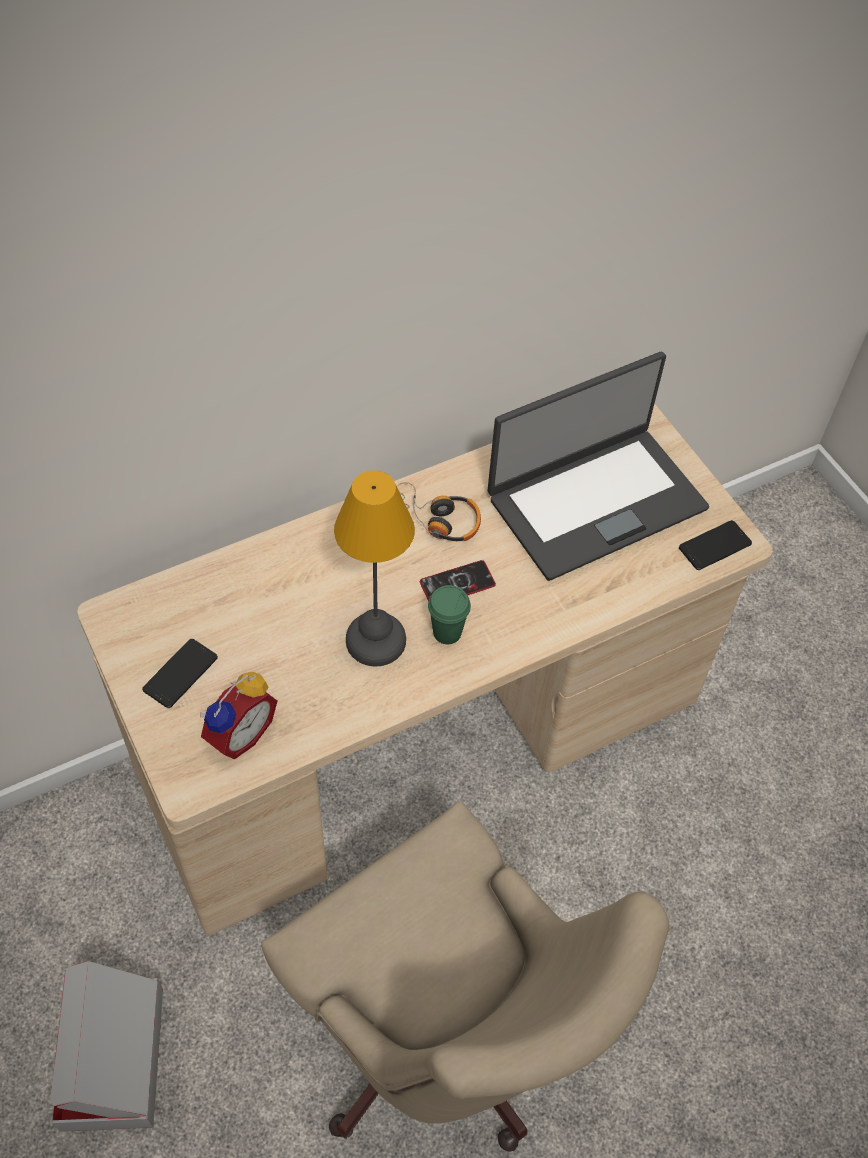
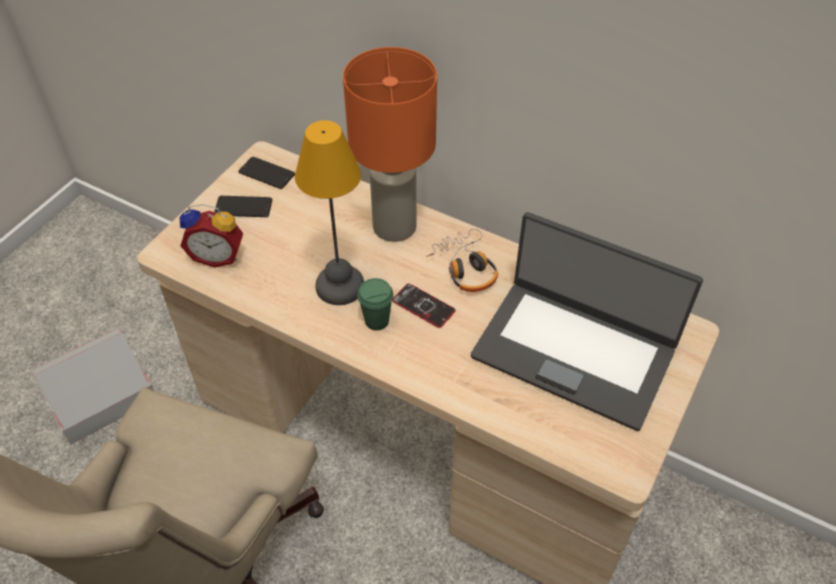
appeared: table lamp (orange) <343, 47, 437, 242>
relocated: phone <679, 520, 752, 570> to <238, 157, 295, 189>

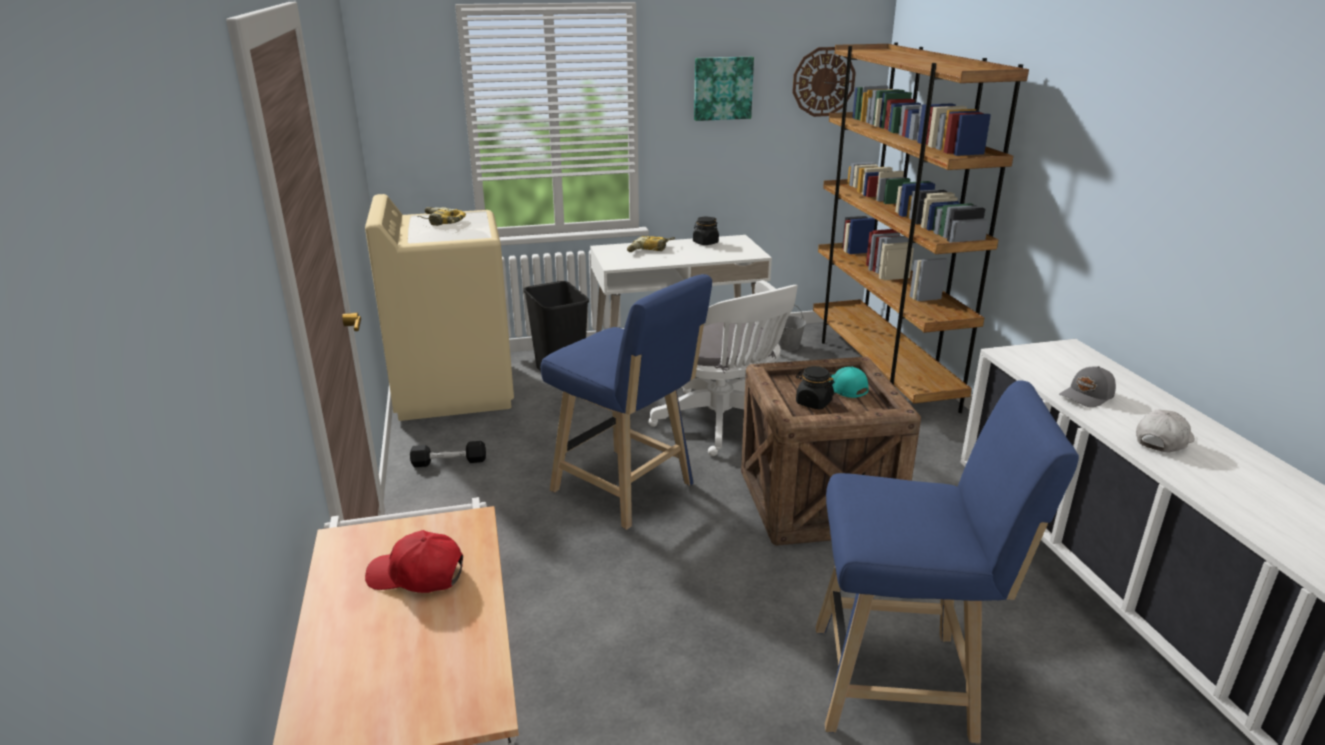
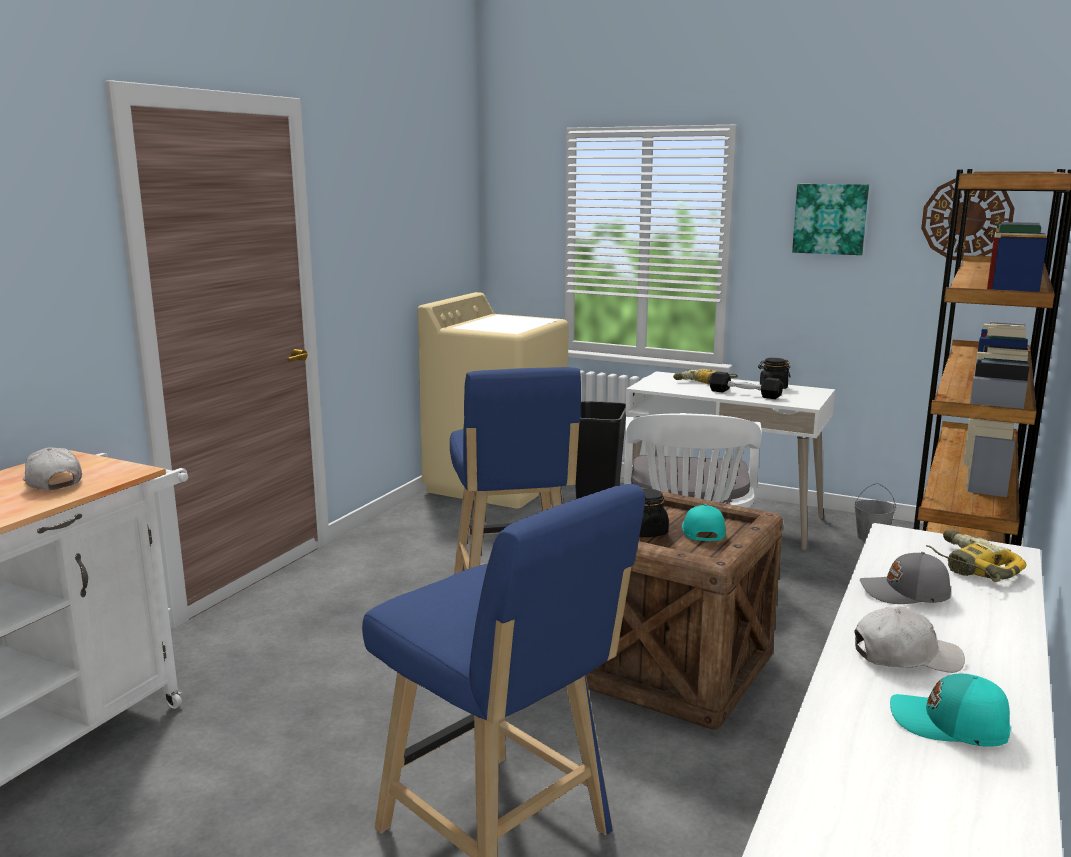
appeared: cap (turquoise) <890, 674, 1011, 747>
relocated: power drill <417, 207, 466, 226> to <926, 529, 1027, 582>; dumbbell (black) <410, 441, 486, 467> to <709, 371, 783, 399>
colour: cap (red) <365, 530, 463, 593> to cap (white) <23, 447, 82, 491>

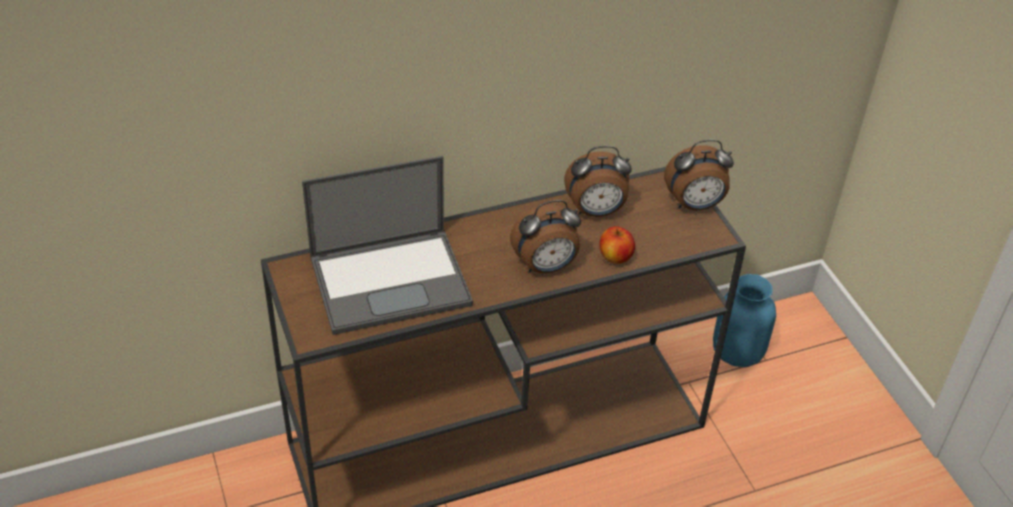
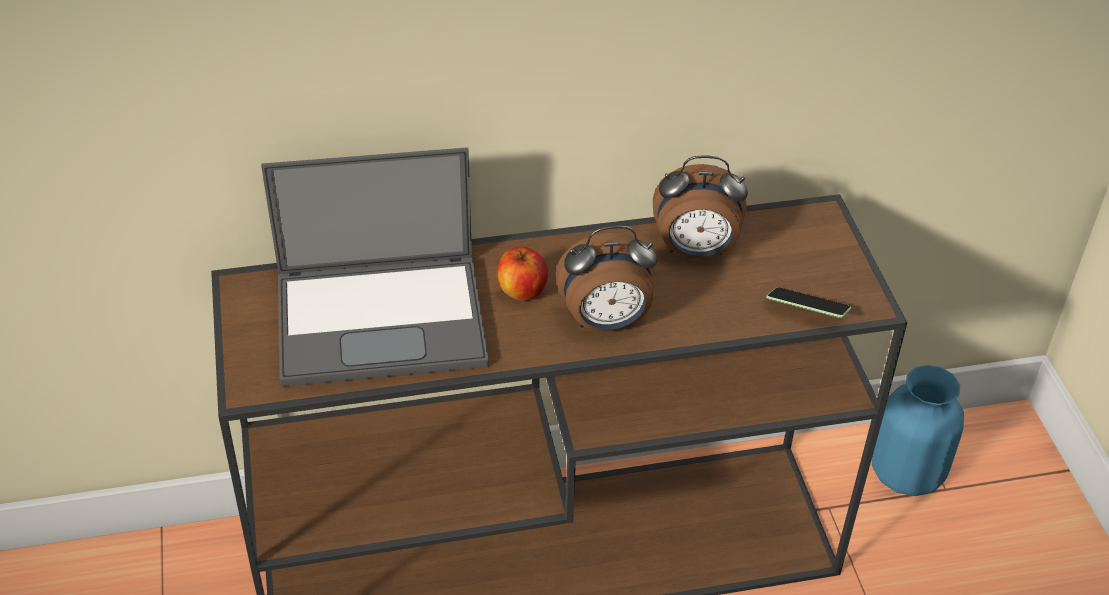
missing: alarm clock <664, 140, 734, 210>
appeared: phone <766, 287, 851, 318>
relocated: apple <599, 226, 635, 264> to <497, 247, 548, 301>

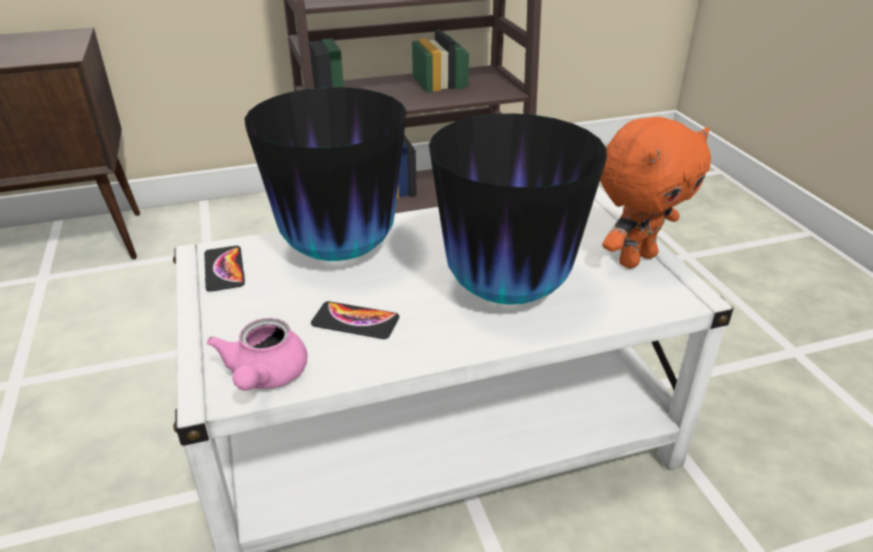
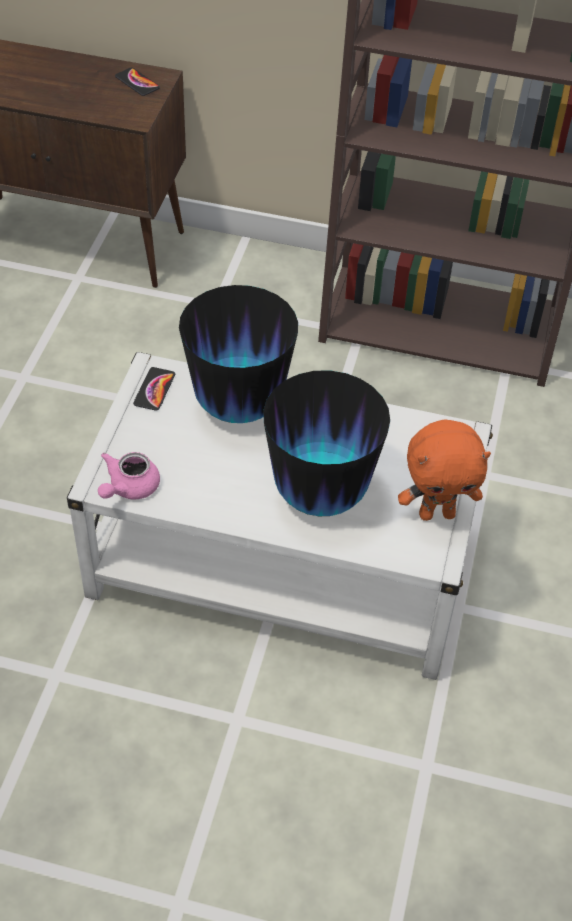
relocated: phone <311, 301, 399, 339> to <115, 67, 160, 96>

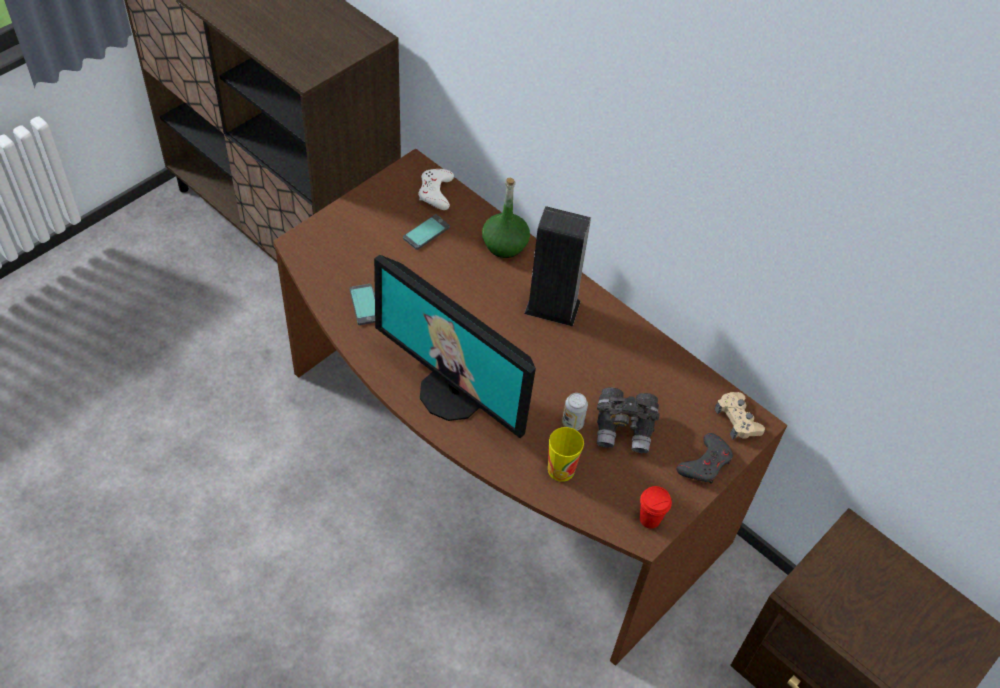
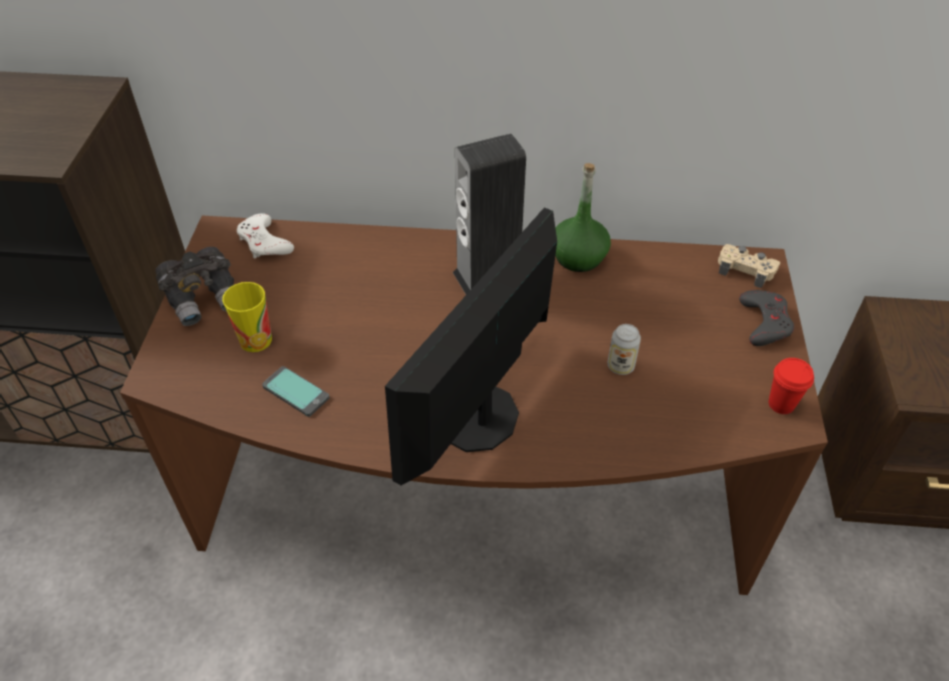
missing: phone <403, 215, 450, 250>
relocated: bottle (green) <482, 178, 530, 258> to <555, 163, 611, 272>; binoculars (grey) <597, 387, 660, 453> to <155, 247, 234, 326>; cup <548, 427, 584, 482> to <222, 282, 272, 352>
spun: monitor <374, 255, 536, 438> = <385, 207, 557, 485> 120 degrees clockwise

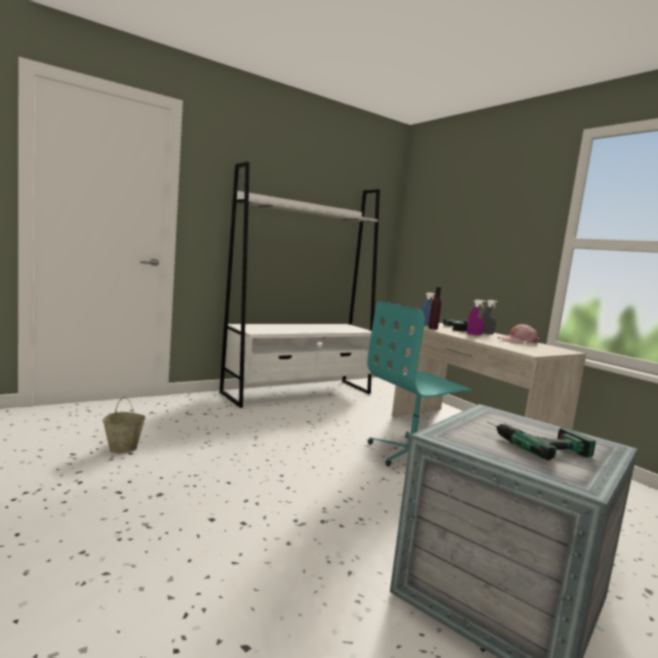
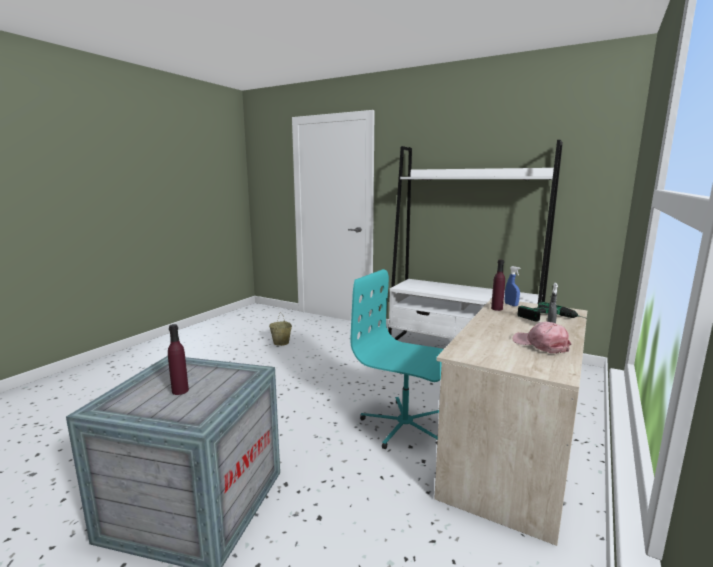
missing: spray bottle (purple) <467, 299, 485, 336>
exchanged: power drill <487, 422, 596, 460> to bottle (purple) <168, 324, 189, 395>

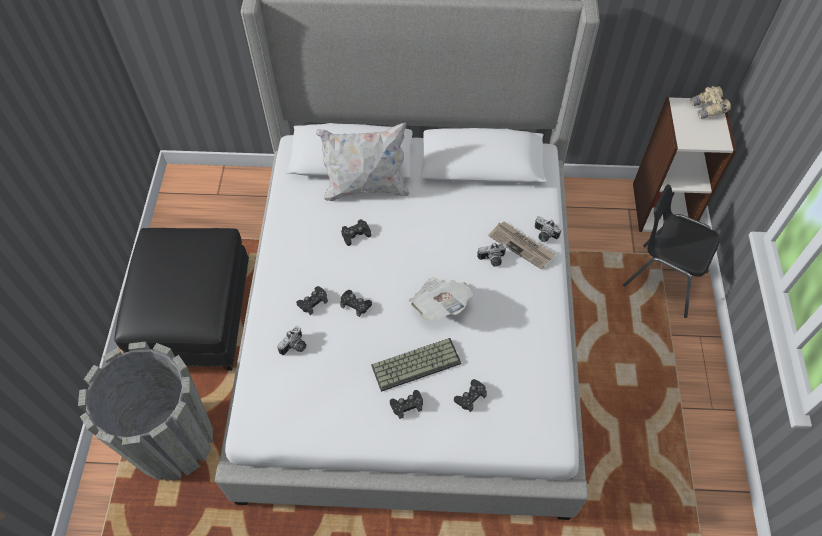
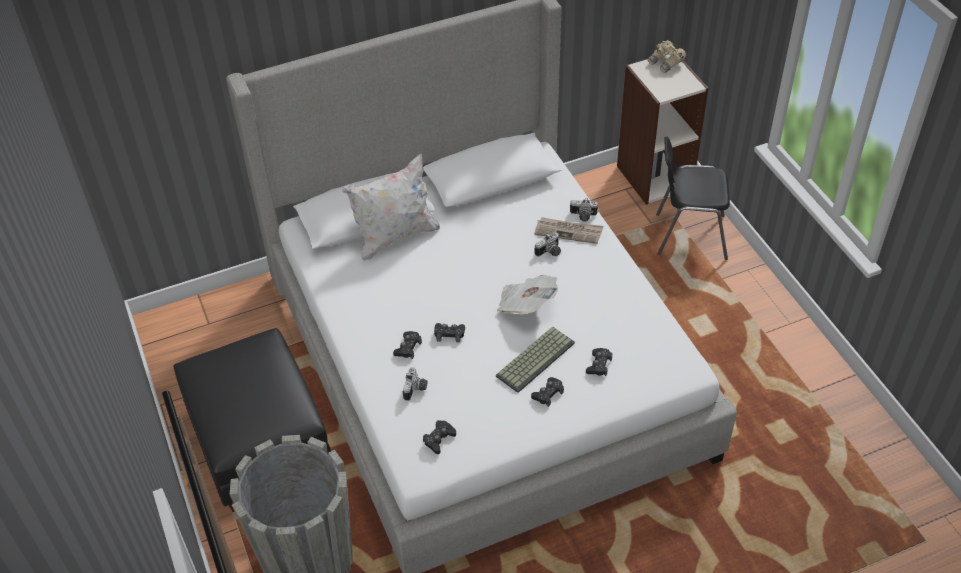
relocated: game controller (black) <341, 219, 371, 246> to <423, 420, 456, 454>

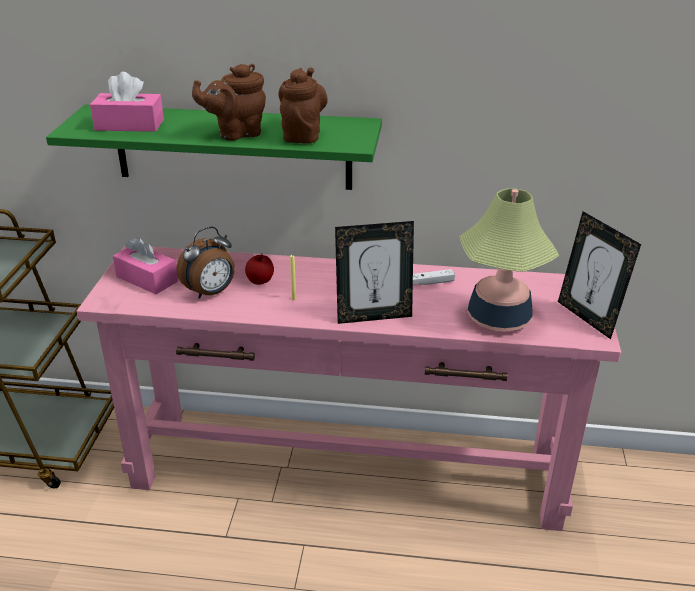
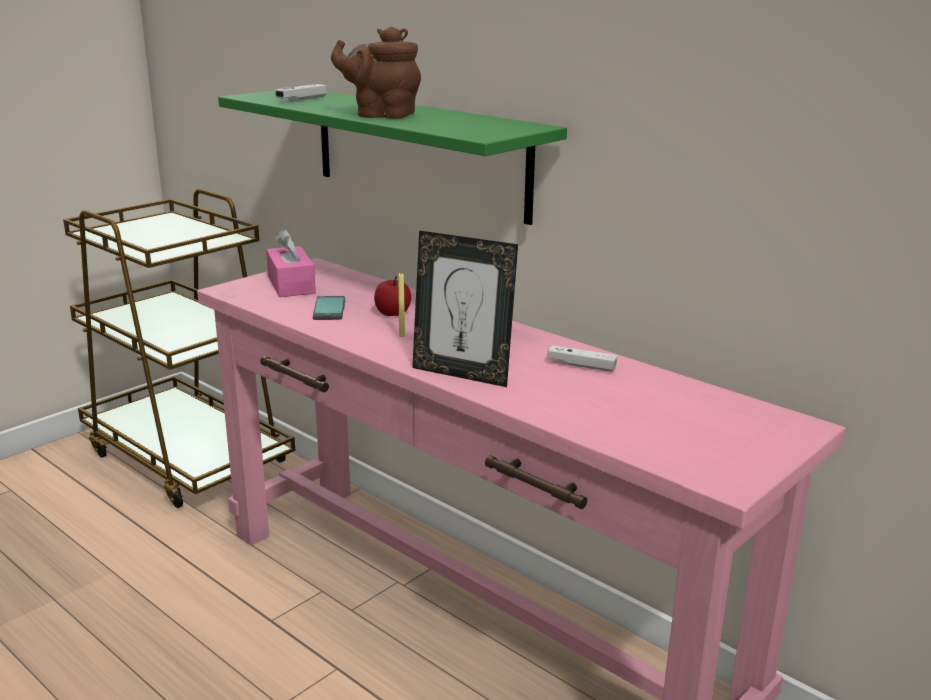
missing: teapot (brown) <278, 67, 328, 144>; table lamp <459, 188, 559, 331>; picture frame <558, 211, 641, 339>
exchanged: tissue box (pink) <90, 72, 164, 132> to game controller (white) <275, 84, 326, 101>; alarm clock <177, 227, 235, 299> to phone <313, 296, 346, 320>

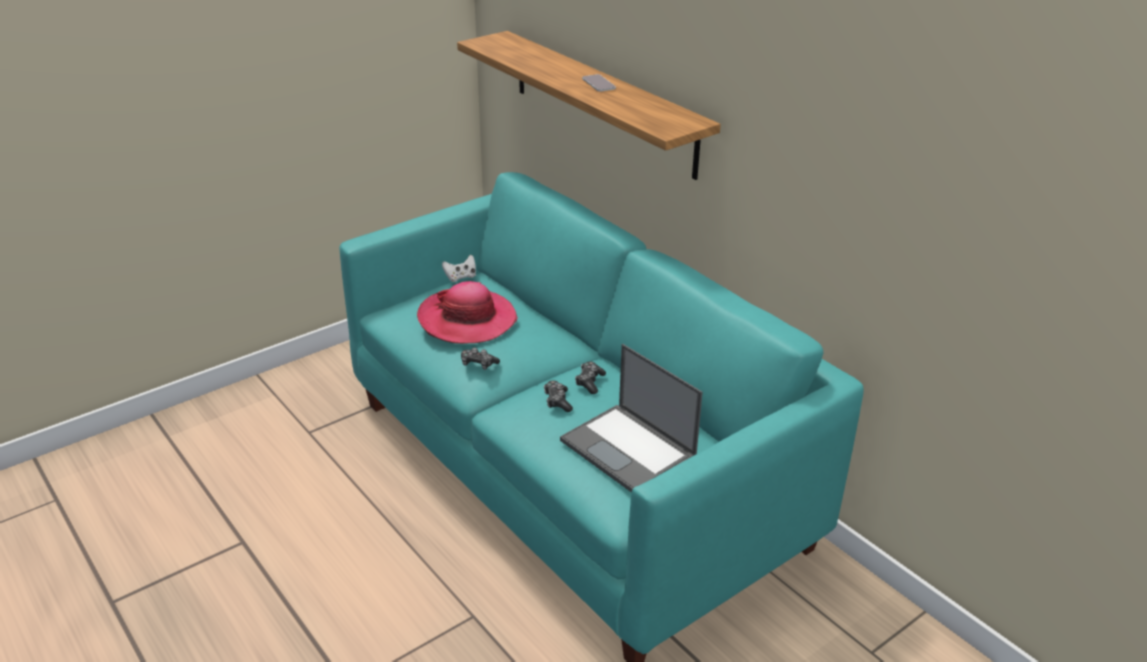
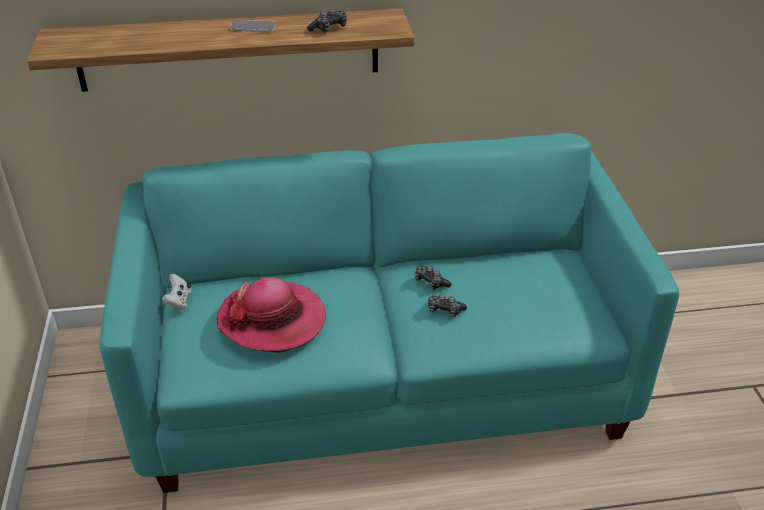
missing: laptop <560, 344, 703, 493>
relocated: game controller <461, 347, 500, 370> to <307, 10, 347, 33>

